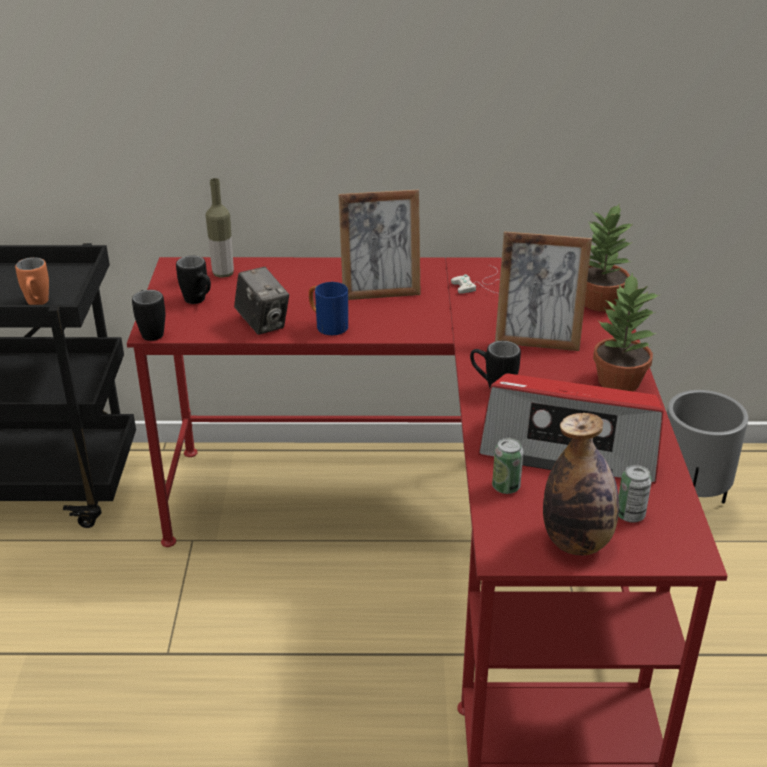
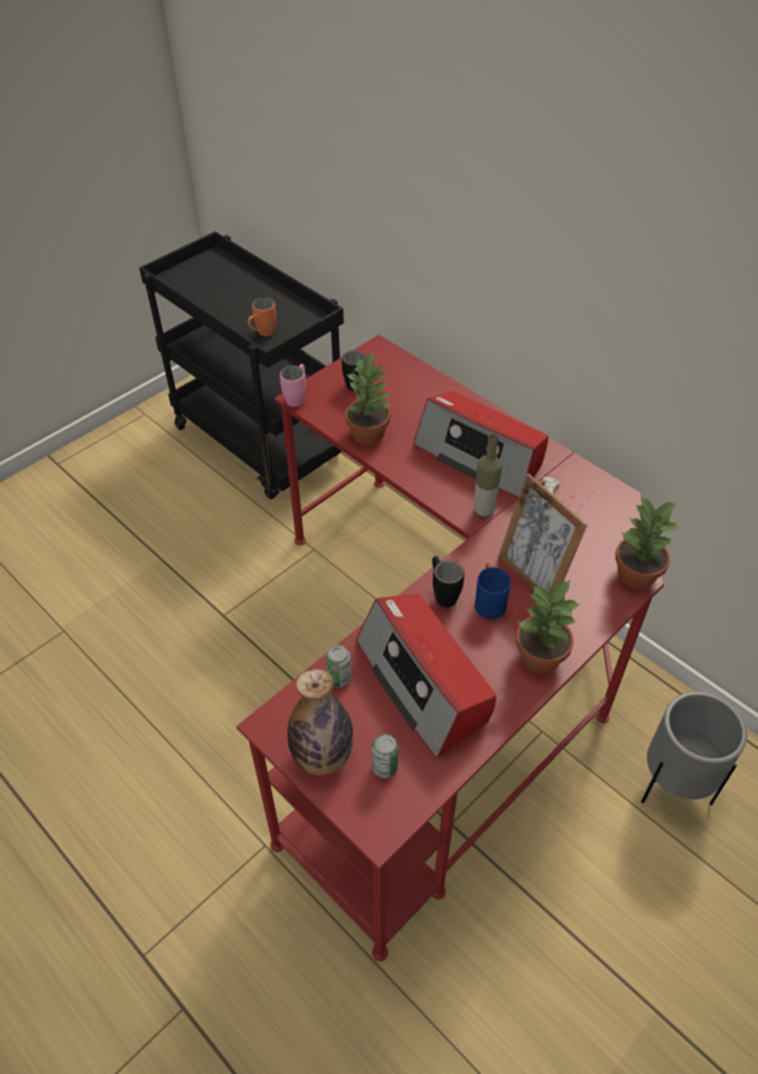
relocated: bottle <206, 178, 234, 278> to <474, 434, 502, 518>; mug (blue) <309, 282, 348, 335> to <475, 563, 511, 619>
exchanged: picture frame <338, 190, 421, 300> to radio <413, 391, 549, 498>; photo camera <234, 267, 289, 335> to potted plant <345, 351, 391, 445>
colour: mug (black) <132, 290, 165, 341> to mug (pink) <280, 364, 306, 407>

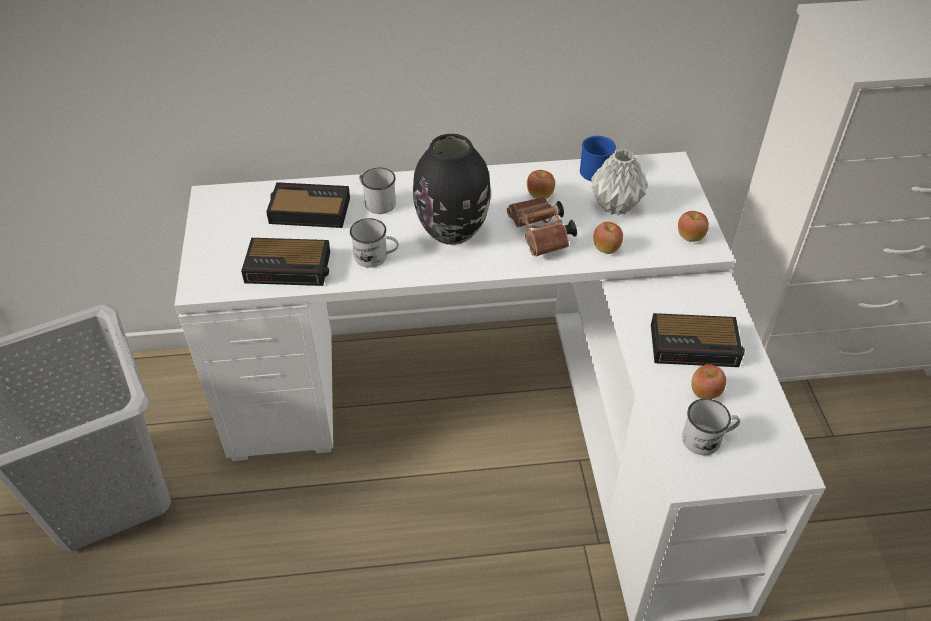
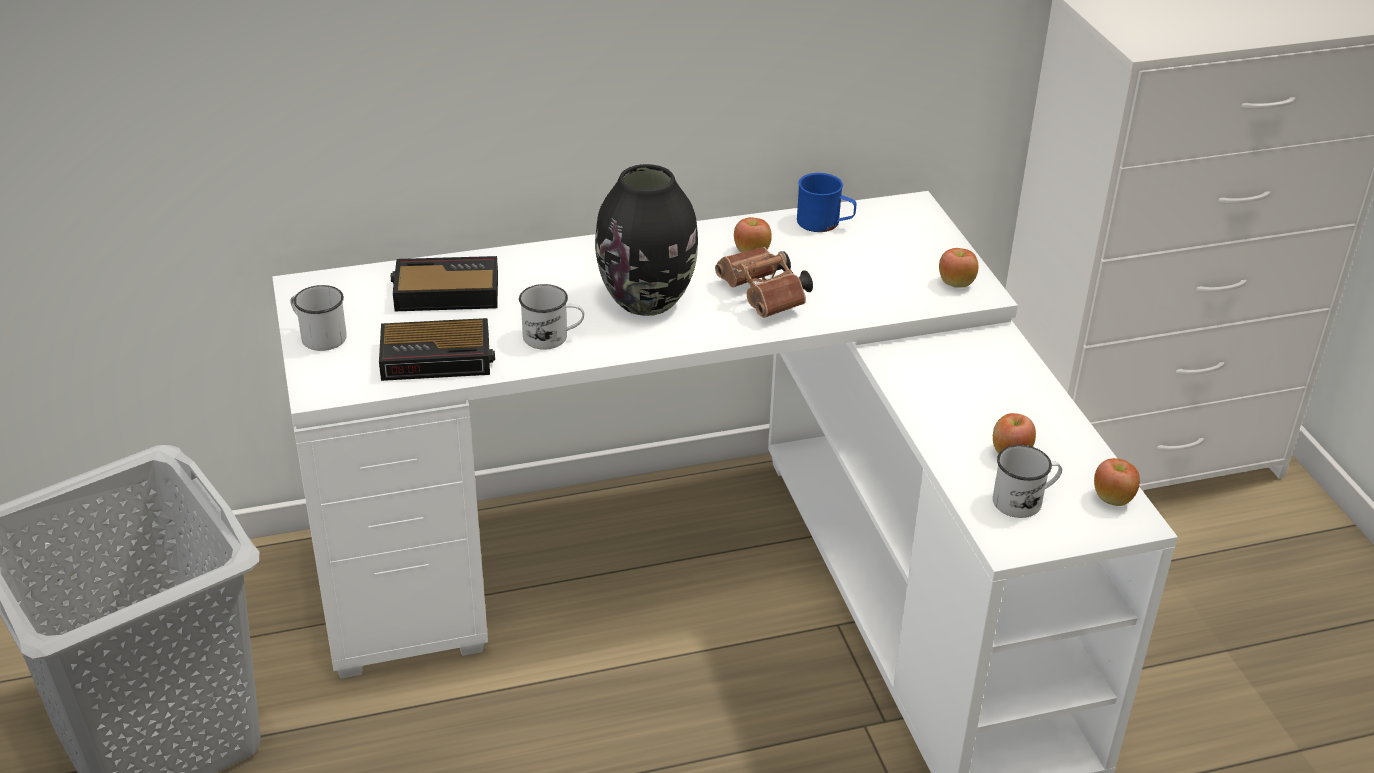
missing: vase (grey) <591, 149, 648, 216>; alarm clock <651, 313, 745, 367>
relocated: mug (white) <359, 168, 396, 214> to <290, 285, 347, 351>; apple <594, 222, 623, 254> to <1094, 458, 1140, 506>

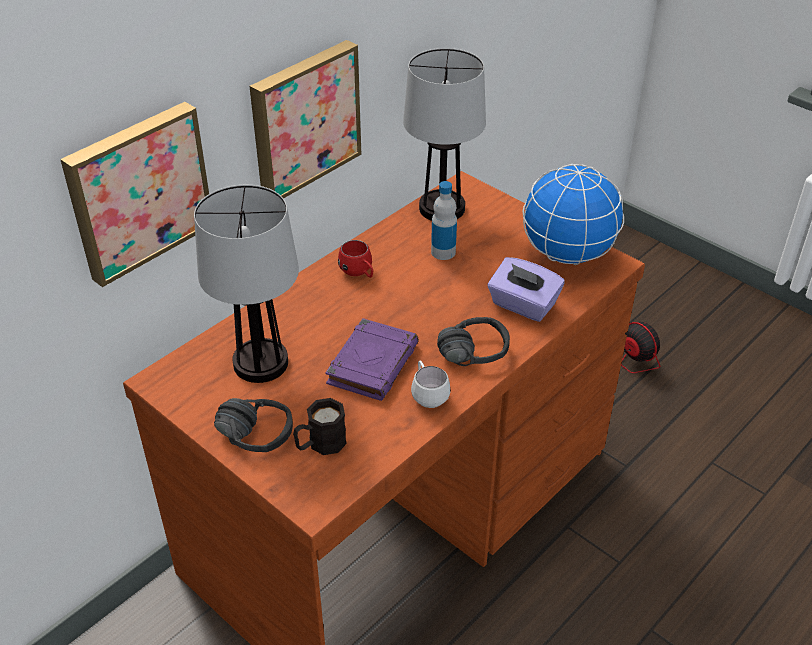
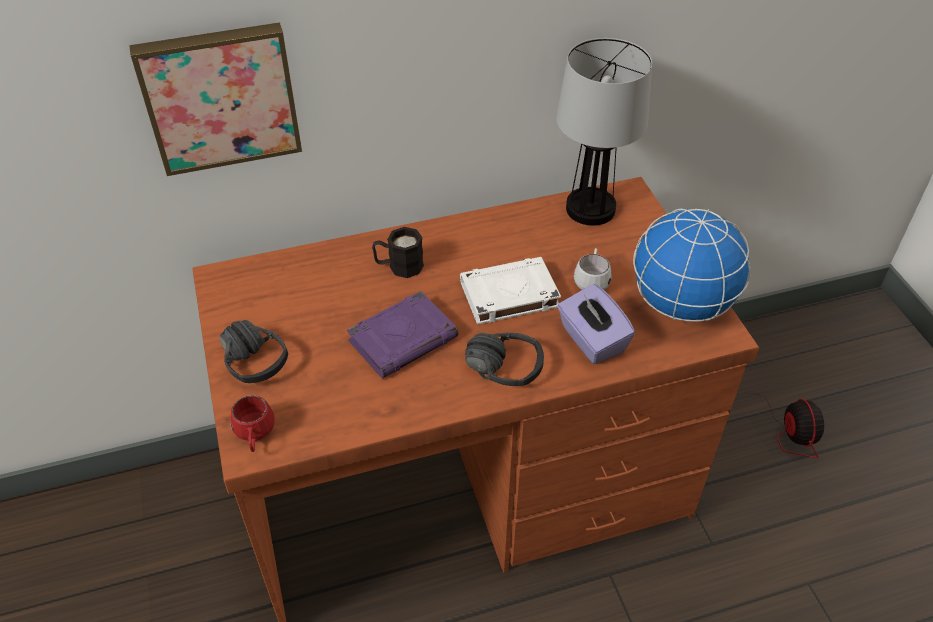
missing: picture <249, 40, 361, 199>; bottle <431, 181, 457, 260>; table lamp <194, 185, 299, 383>
appeared: book (white) <460, 257, 561, 325>
relocated: mug (red) <338, 240, 373, 278> to <231, 395, 274, 452>; mug (white) <411, 361, 451, 408> to <574, 248, 611, 290>; mug (black) <293, 398, 347, 455> to <372, 227, 424, 278>

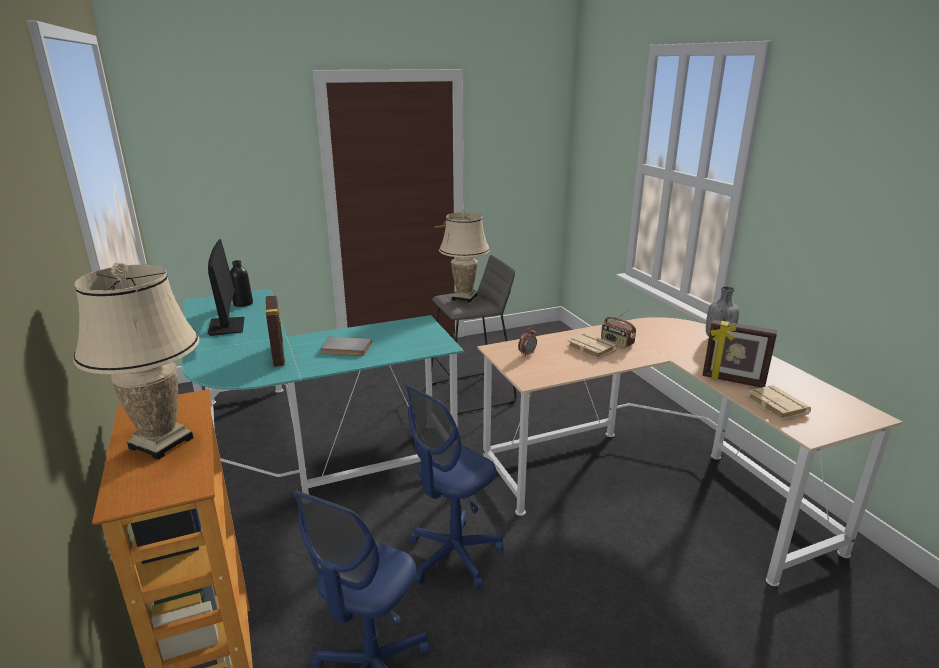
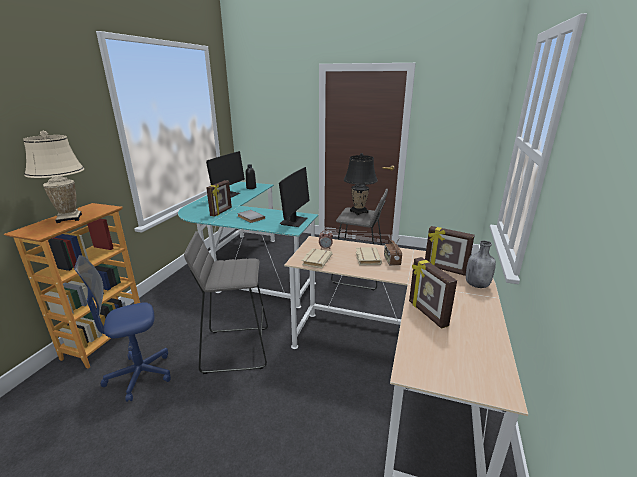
appeared: monitor <279, 167, 310, 227>; picture frame <425, 226, 475, 276>
relocated: book (beige) <746, 385, 811, 421> to <302, 248, 333, 269>
exchanged: office chair (blue) <406, 385, 503, 590> to stool (grey) <184, 231, 268, 374>
colour: table lamp (beige) <439, 209, 490, 303> to table lamp (black) <344, 153, 378, 215>

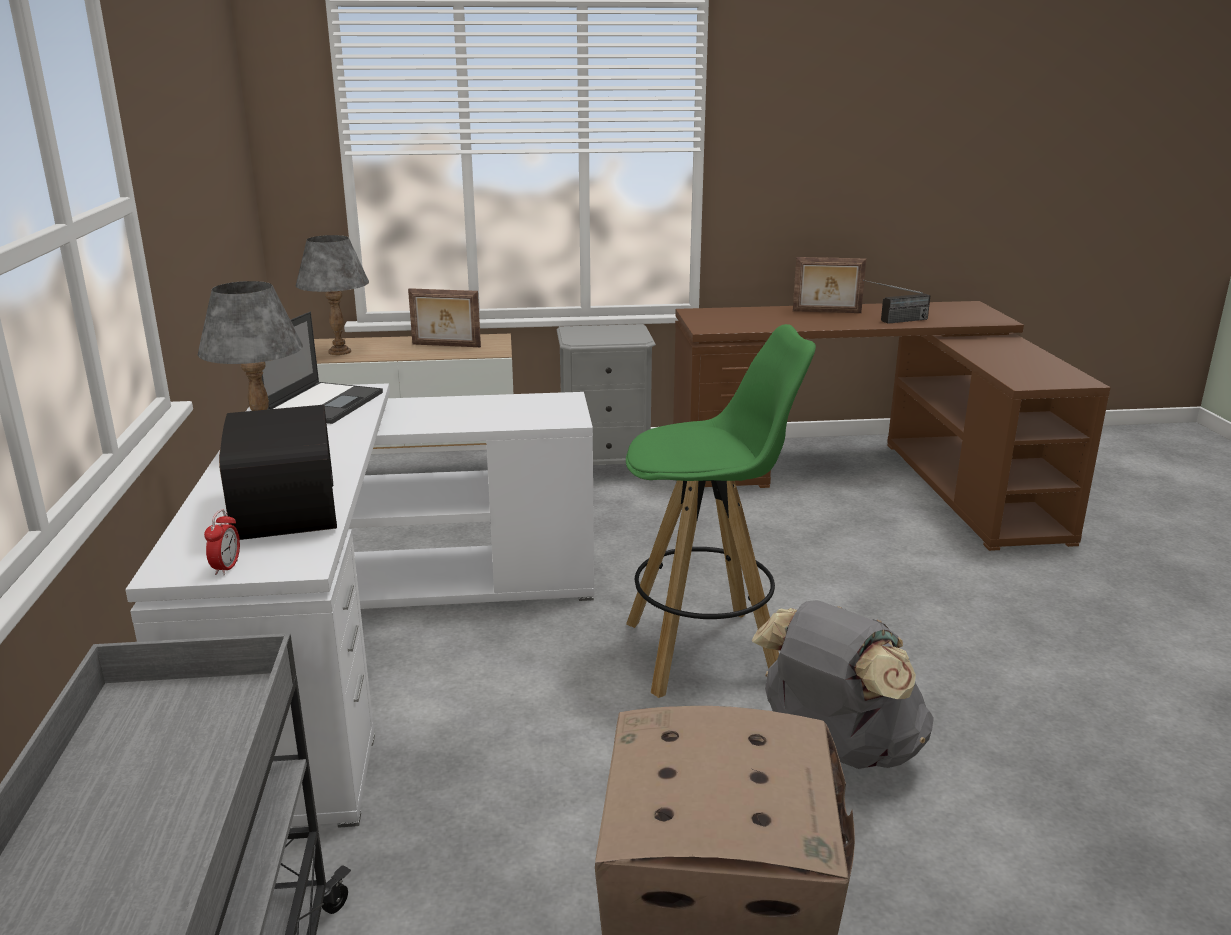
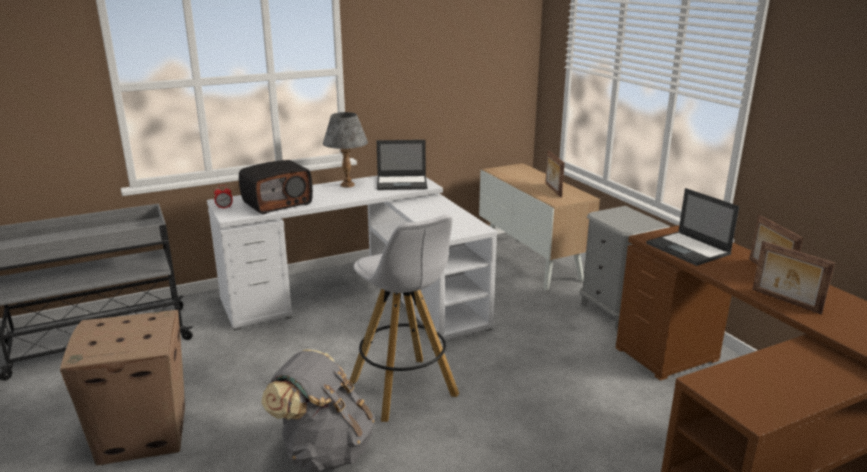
missing: table lamp (grey) <296, 235, 369, 355>
appeared: laptop <646, 188, 739, 266>
exchanged: radio <863, 280, 930, 324> to picture frame <752, 241, 835, 315>
colour: stool (green) <626, 324, 816, 698> to stool (white) <350, 215, 459, 422>

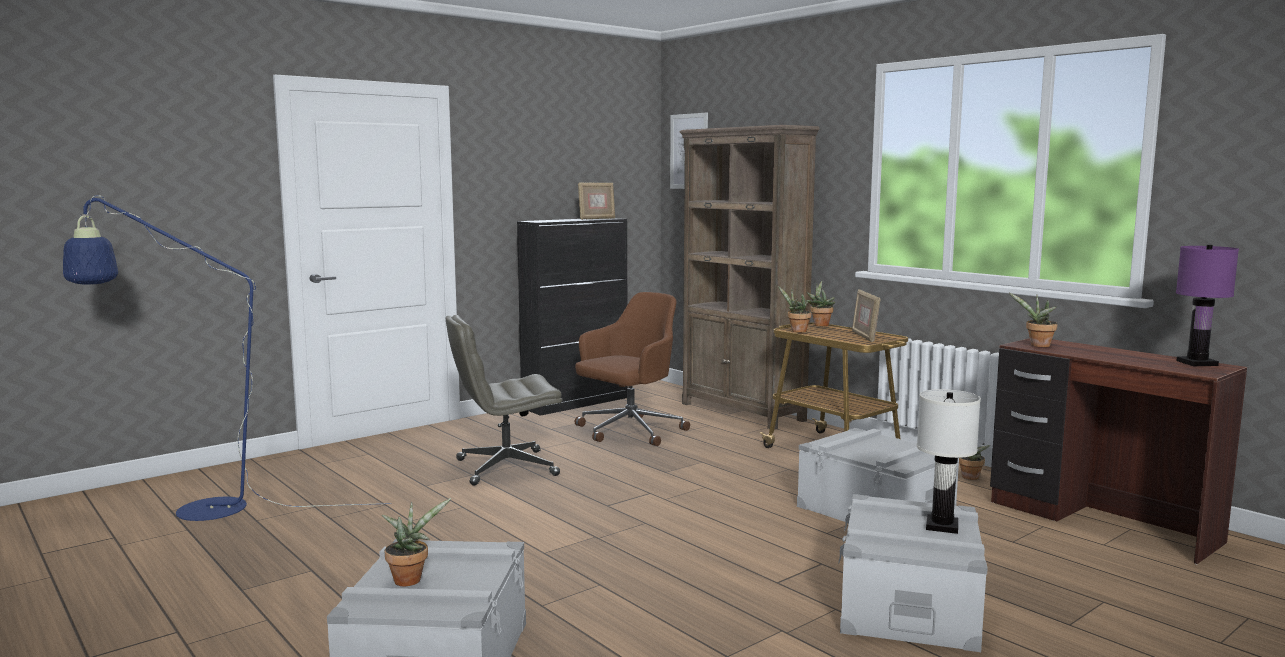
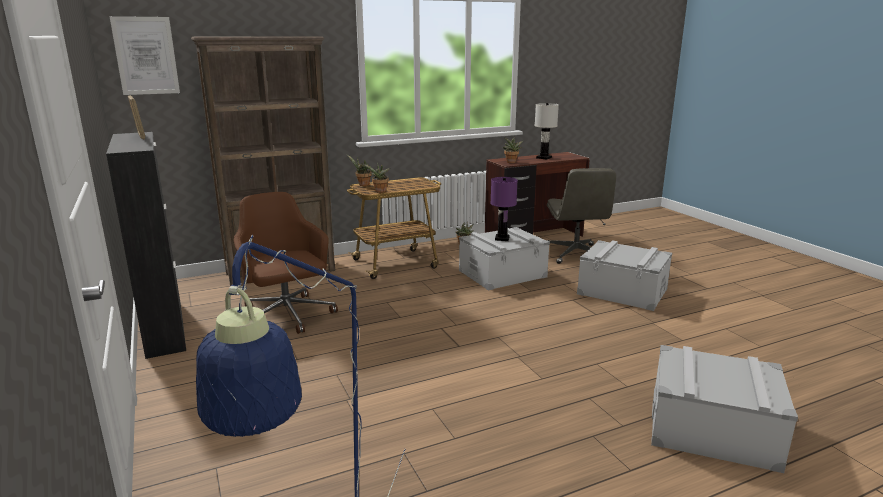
missing: picture frame <852, 289, 881, 342>; potted plant <382, 498, 451, 586>
relocated: table lamp (purple) <1176, 245, 1239, 366> to <490, 177, 518, 241>; office chair (grey) <446, 315, 562, 486> to <547, 168, 616, 264>; table lamp (white) <917, 389, 981, 534> to <535, 103, 559, 160>

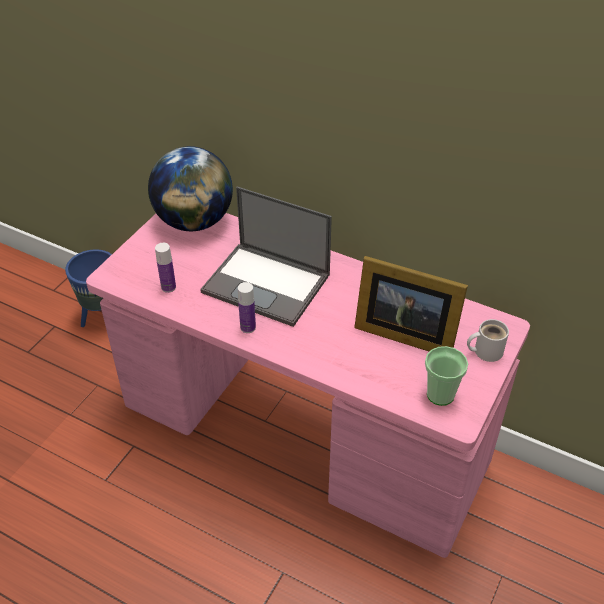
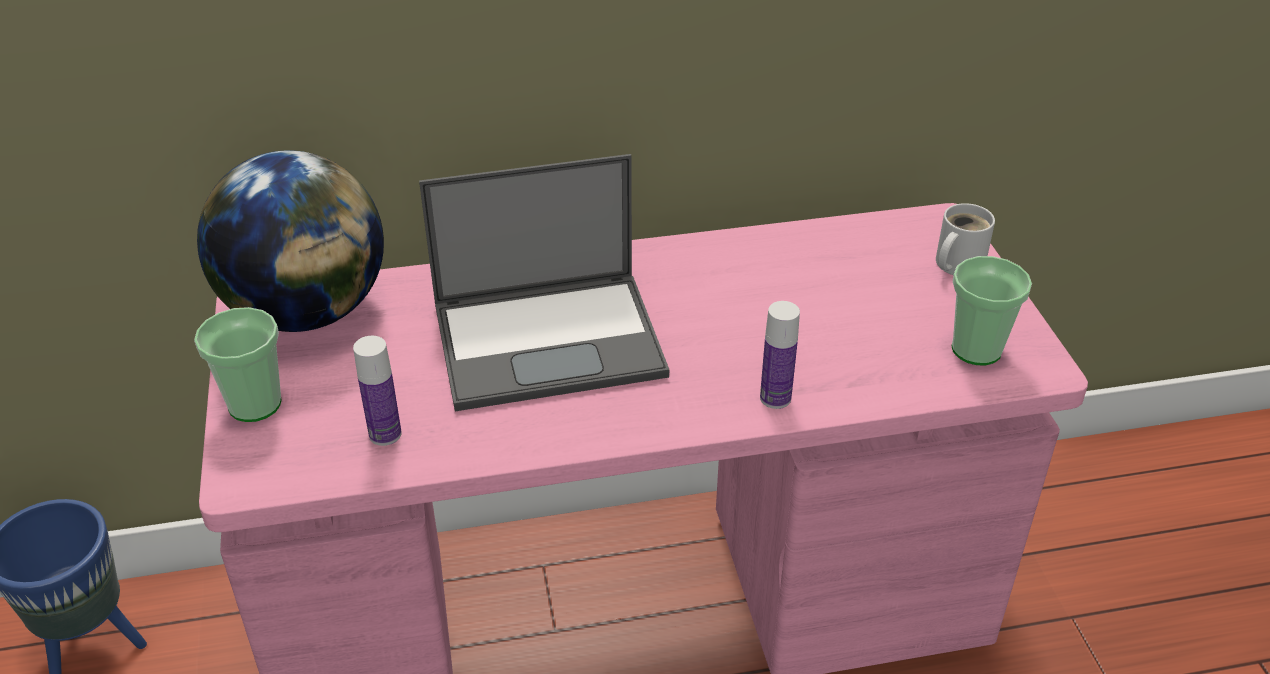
missing: picture frame <354, 256, 468, 352>
appeared: cup <194, 307, 281, 422>
relocated: bottle <238, 282, 256, 333> to <760, 301, 800, 409>

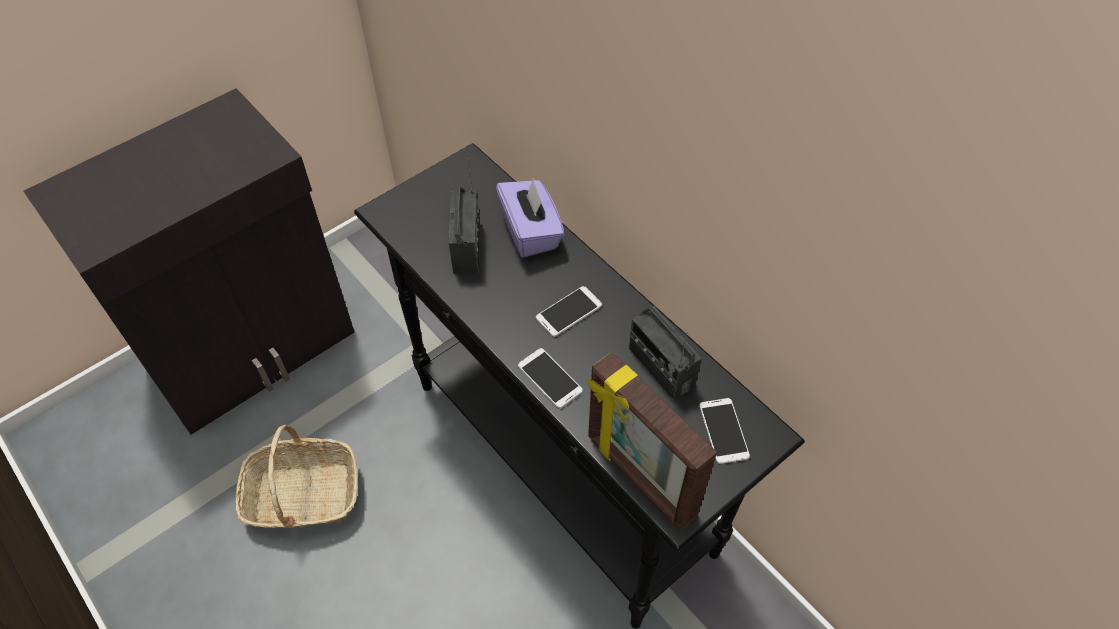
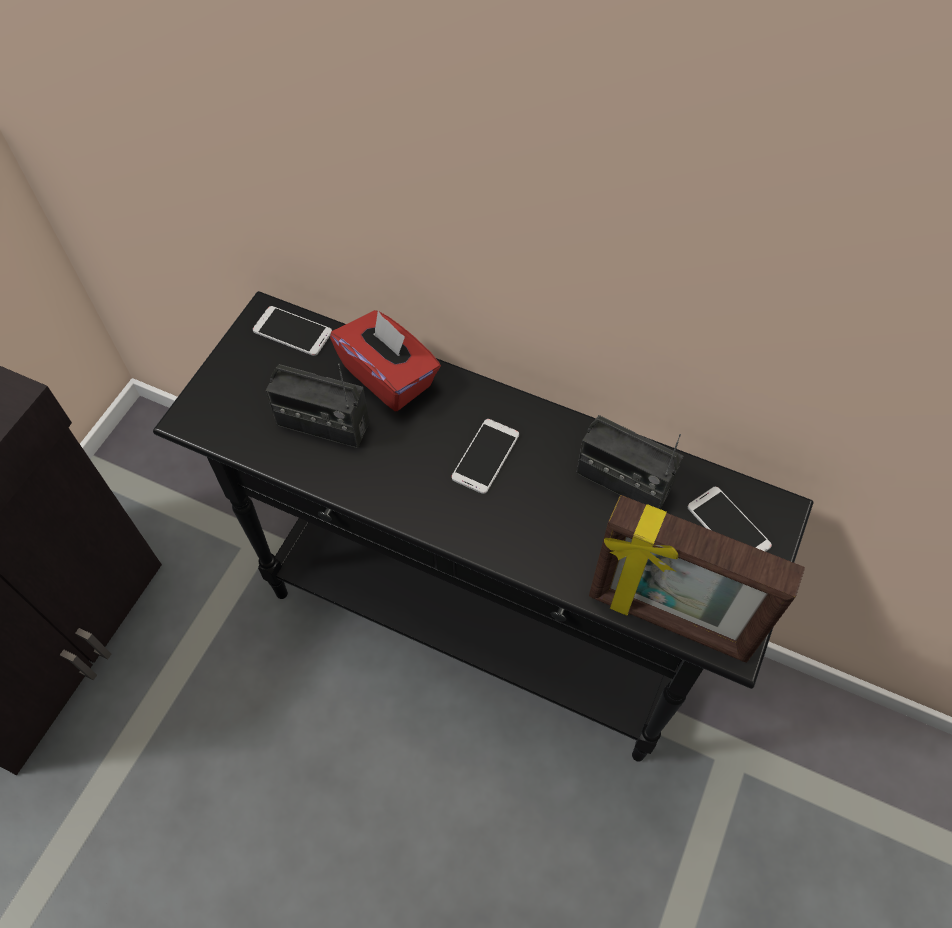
missing: basket <236, 425, 358, 528>
relocated: phone <518, 348, 583, 408> to <253, 306, 332, 356>
colour: tissue box (purple) <496, 178, 564, 258> to tissue box (red) <330, 310, 441, 411>
spun: radio <449, 154, 480, 274> = <266, 364, 370, 448> 135 degrees clockwise

